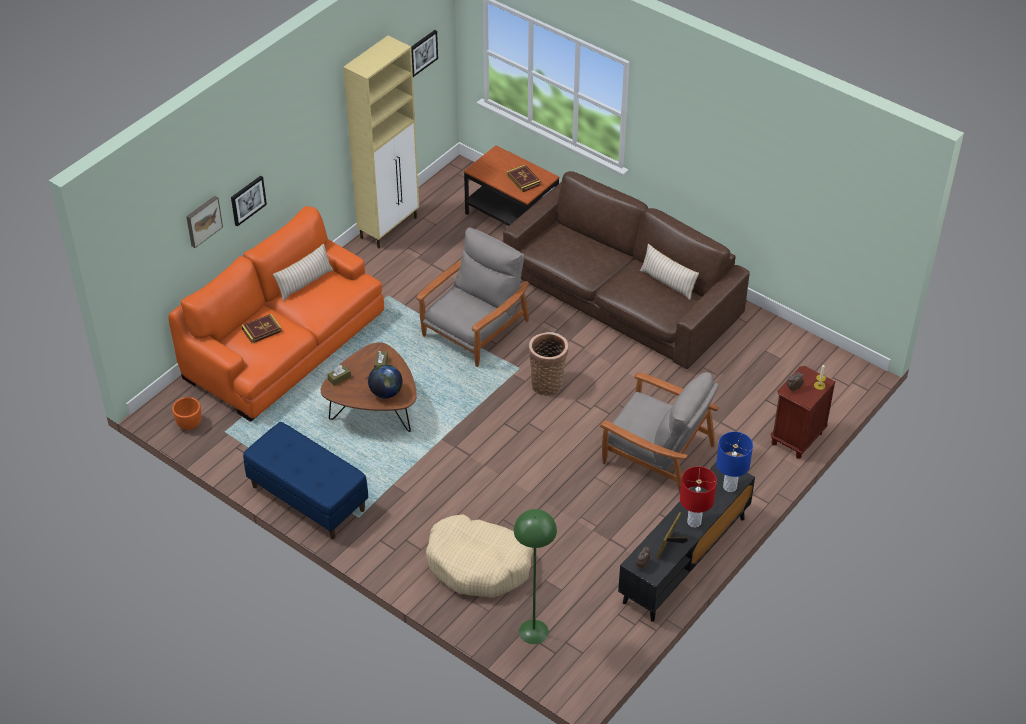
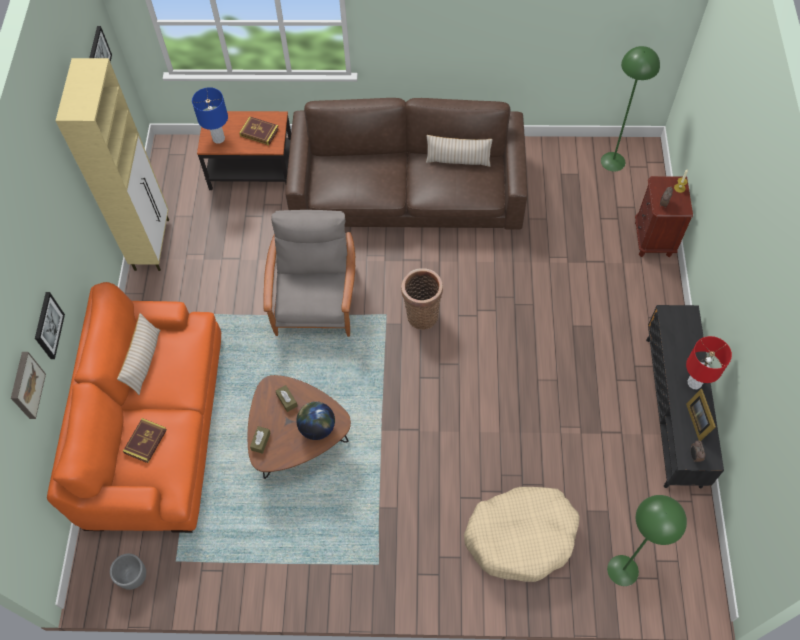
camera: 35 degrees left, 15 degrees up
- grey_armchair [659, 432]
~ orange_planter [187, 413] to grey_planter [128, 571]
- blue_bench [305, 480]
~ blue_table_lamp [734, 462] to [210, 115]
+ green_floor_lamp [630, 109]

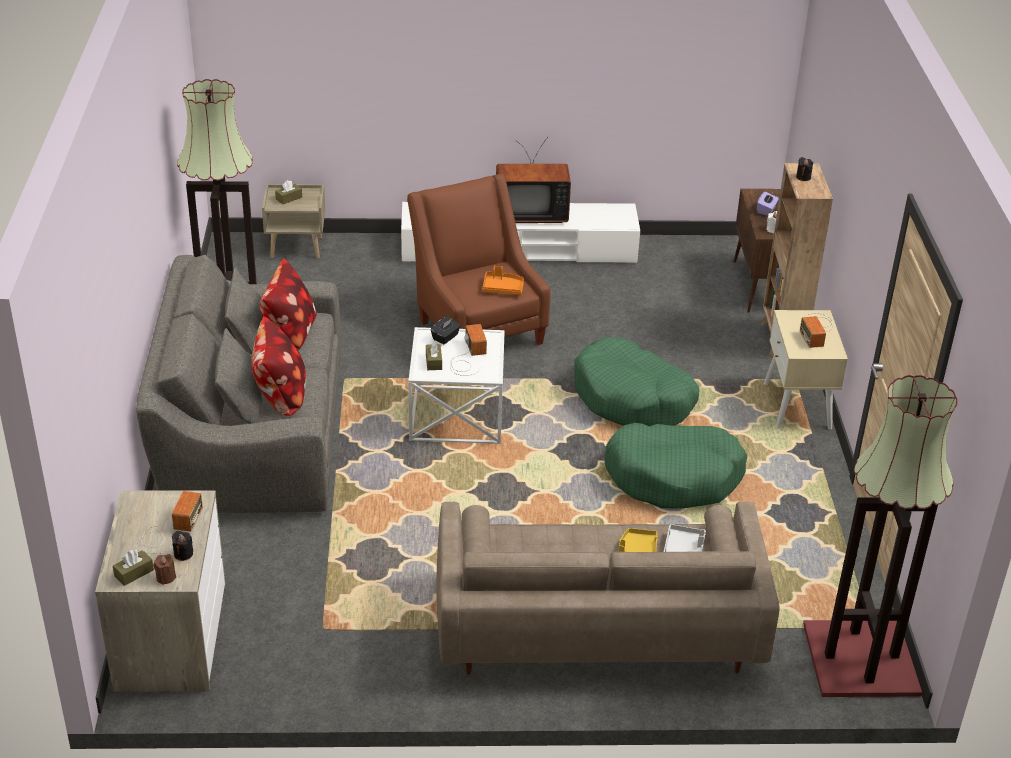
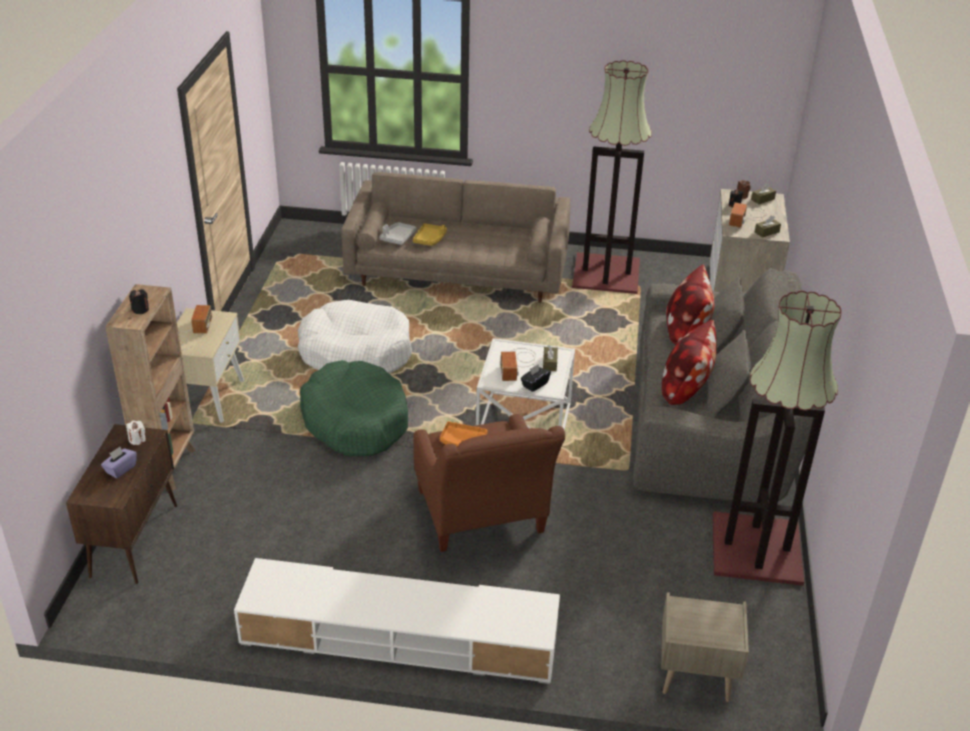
camera: 170 degrees left, 0 degrees up
- television [533, 180]
~ brown_tissue_box [288, 192] to [768, 227]
~ floor_lamp [880, 536] to [612, 177]
~ green_dog_bed [676, 465] to white_dog_bed [355, 337]

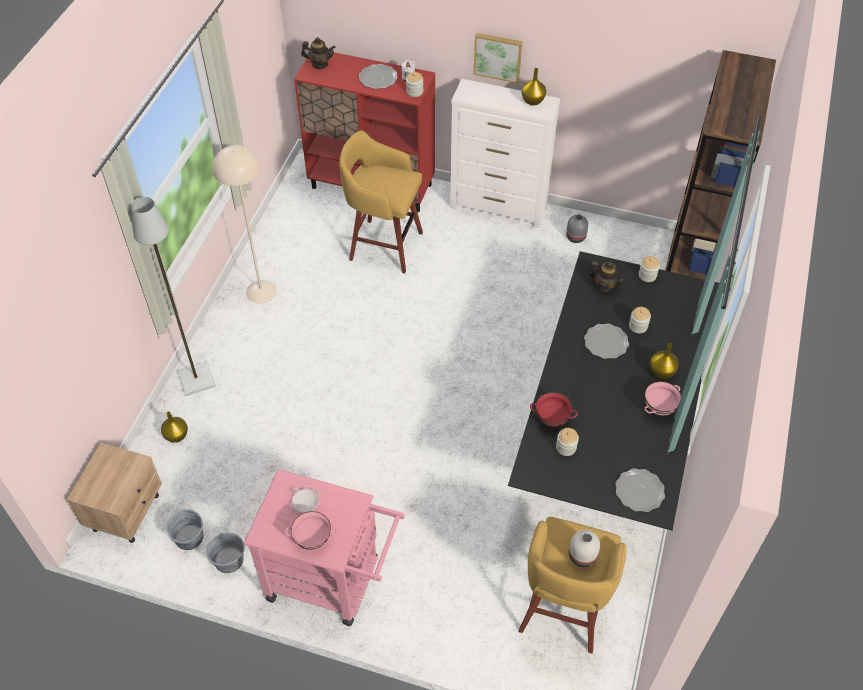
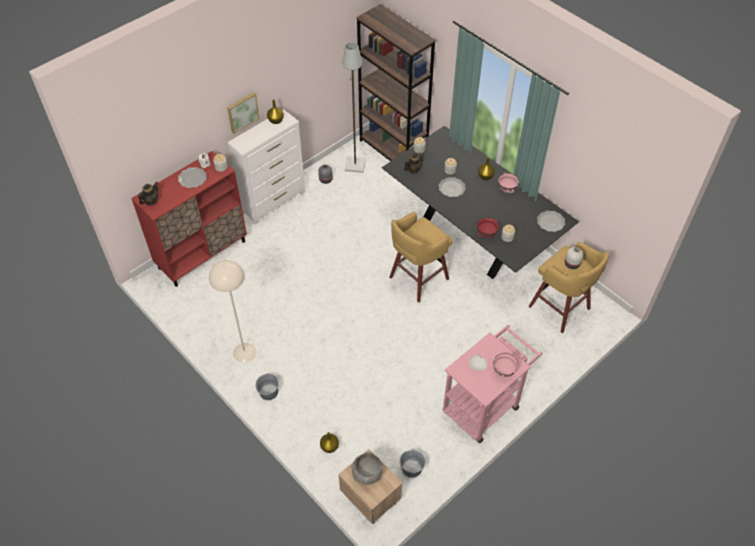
camera: 60 degrees left, 0 degrees up
~ yellow_stool [381, 202] to [420, 257]
~ grey_floor_lamp [173, 296] to [354, 107]
~ grey_bucket [225, 553] to [267, 387]
+ grey_bowl [367, 468]

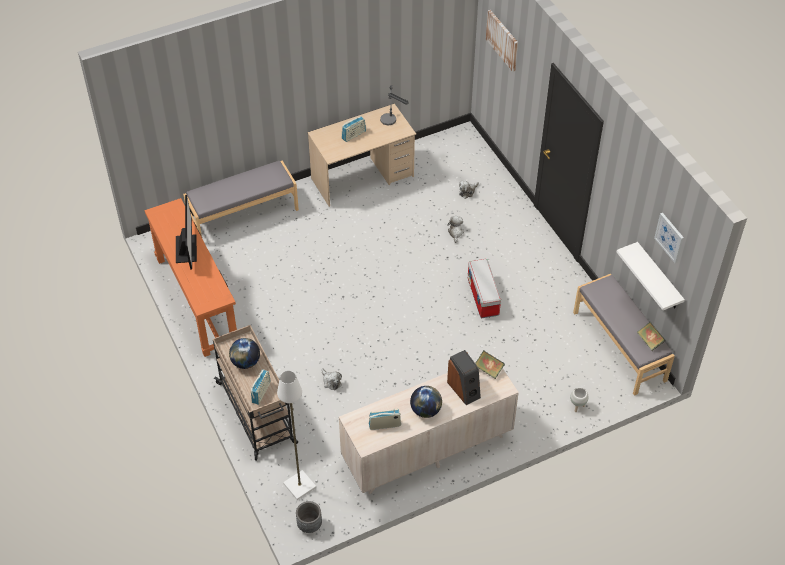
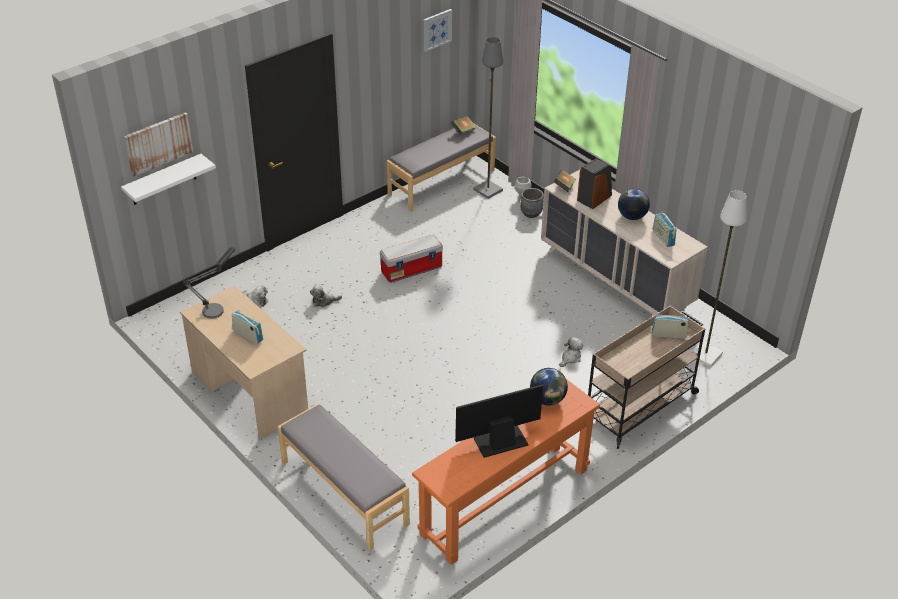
camera: 105 degrees left, 10 degrees down
~ white_shelf [651, 276] to [168, 179]
~ globe [244, 353] to [549, 387]
~ grey_planter [309, 517] to [532, 203]
+ grey_floor_lamp [488, 118]

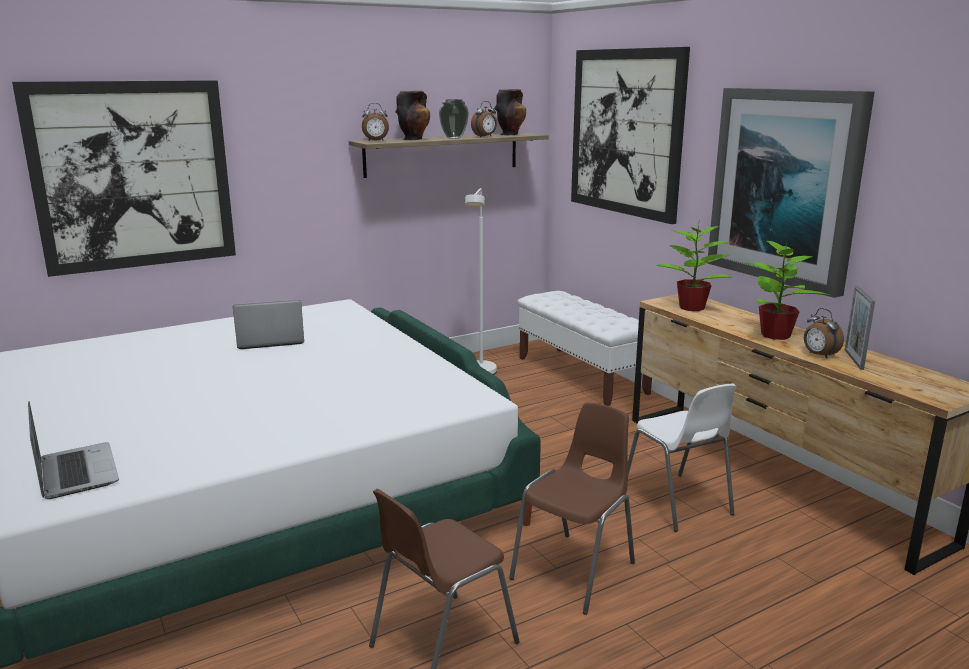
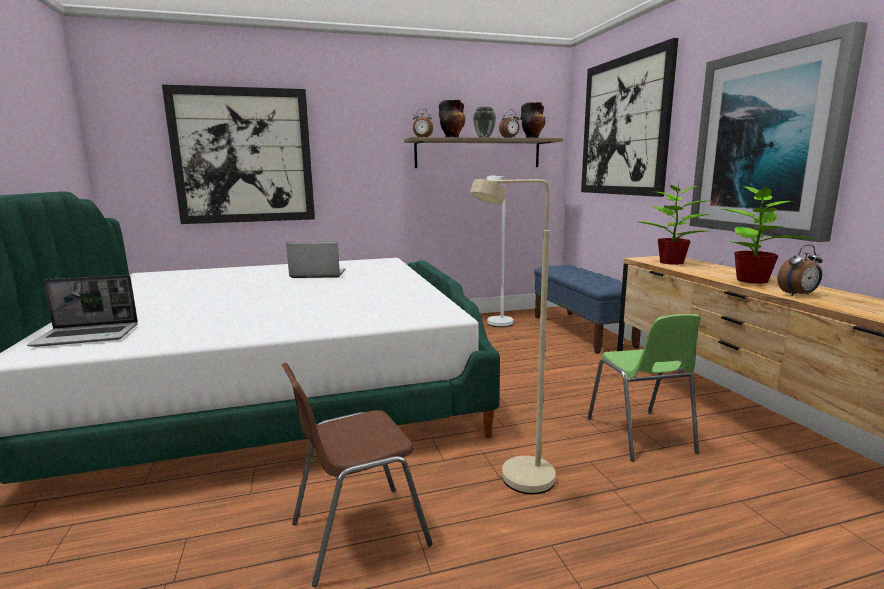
camera: 15 degrees right, 5 degrees down
- picture_frame [860, 328]
~ white_bench [584, 348] to blue_bench [587, 309]
~ alarm_clock [824, 333] = [800, 270] 90 degrees counterclockwise
~ white_chair [682, 458] to green_chair [644, 387]
~ laptop [73, 450] = [82, 311] 90 degrees clockwise
~ brown_chair [572, 508] to beige_floor_lamp [512, 336]

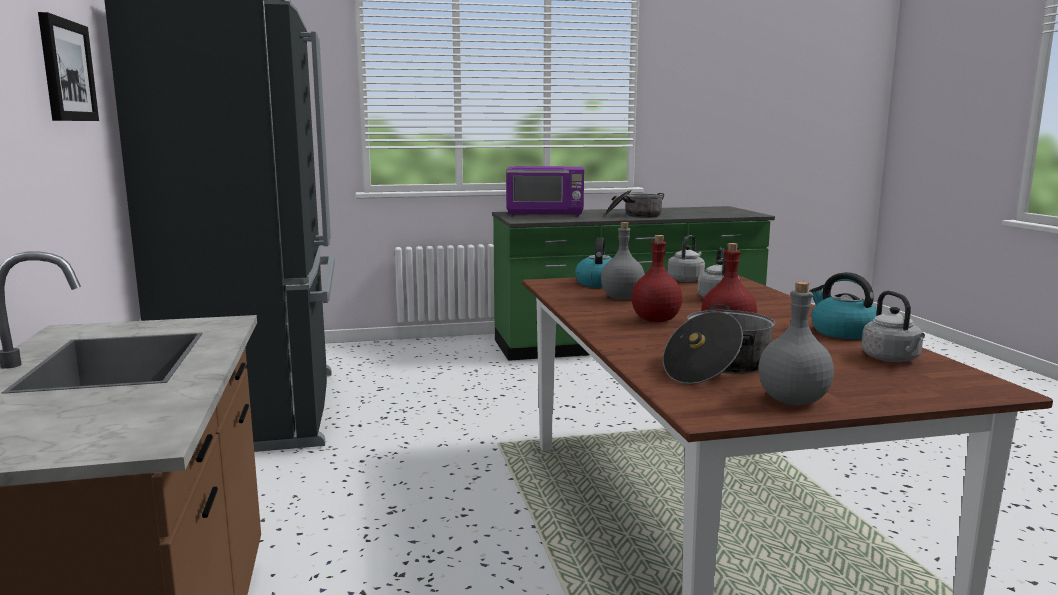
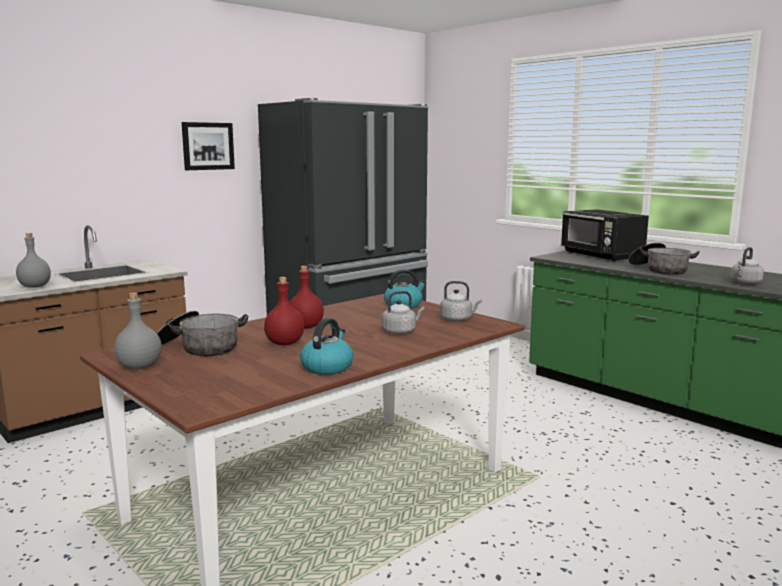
camera: 60 degrees right, 0 degrees up
~ purple_microwave [545, 191] to black_microwave [605, 235]
~ grey_bottle [623, 261] to [33, 260]
~ grey_kettle [893, 326] to [747, 265]

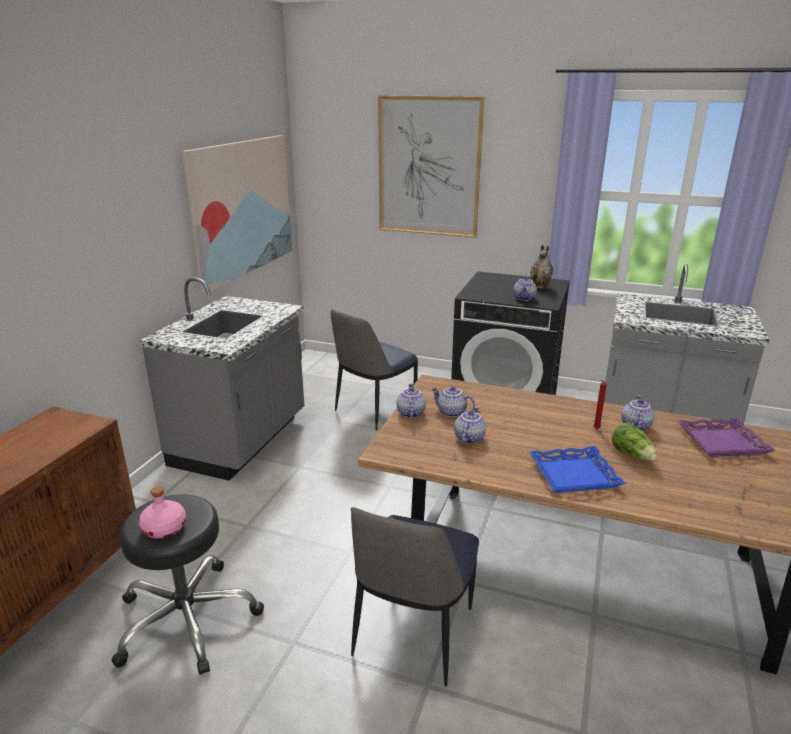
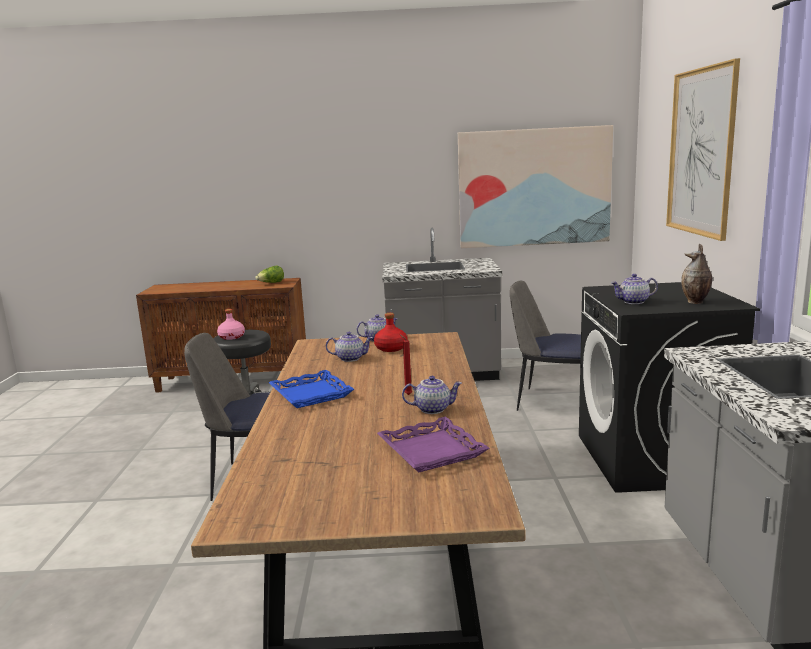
camera: 70 degrees right, 10 degrees down
~ teapot [453, 401] to red_bottle [391, 332]
~ lettuce [634, 442] to [269, 274]

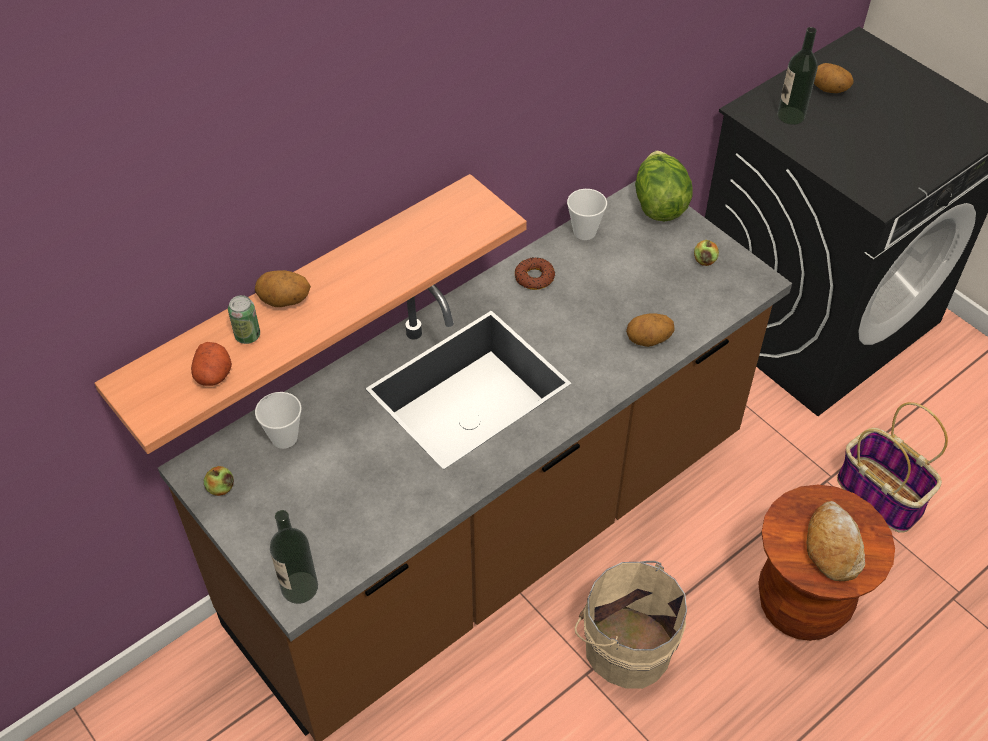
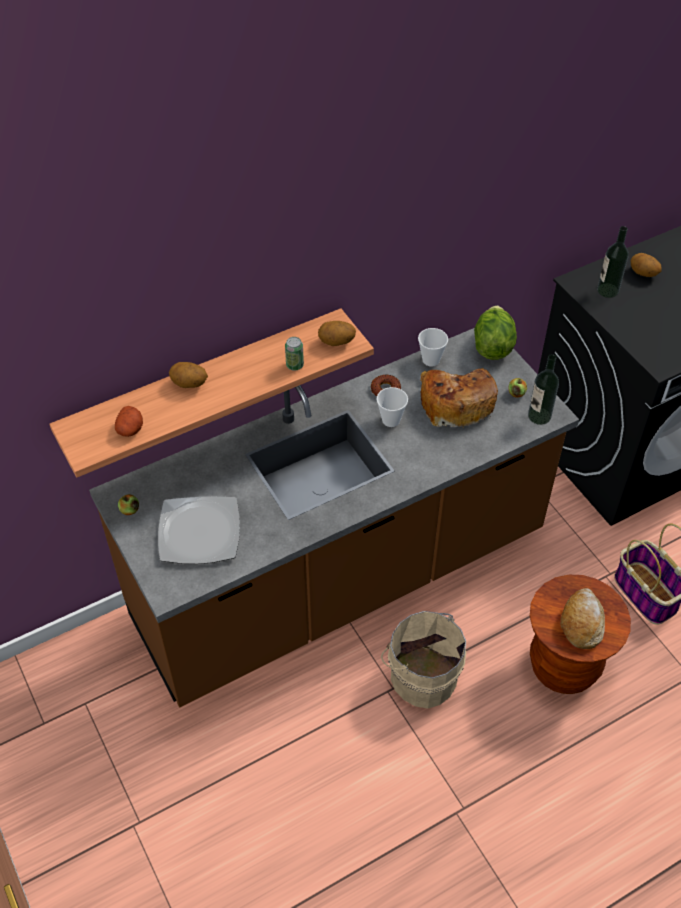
camera: 10 degrees right, 0 degrees up
~ can [244, 319] to [294, 354]
~ potato [650, 330] to [337, 333]
~ cup [278, 420] to [392, 407]
~ bottle [294, 557] to [543, 389]
+ bread [459, 397]
+ plate [199, 530]

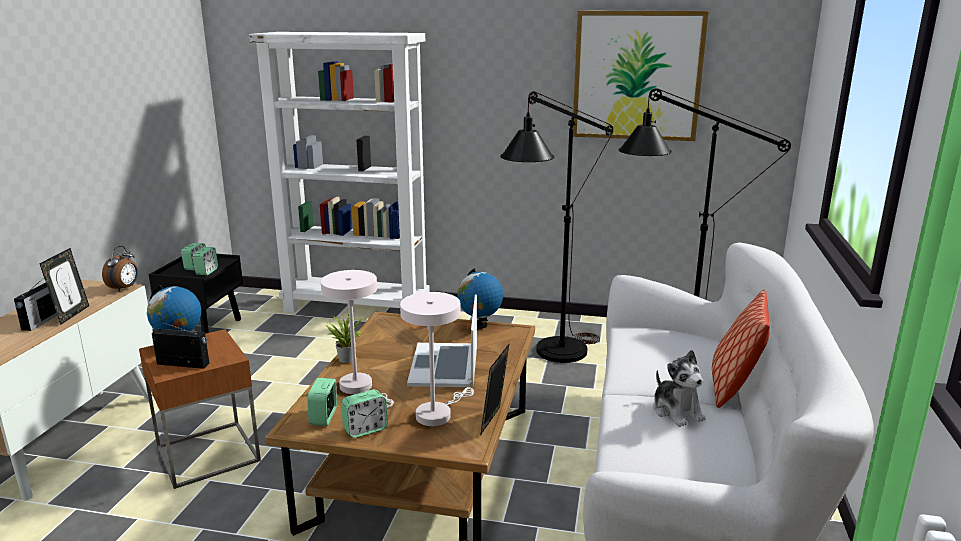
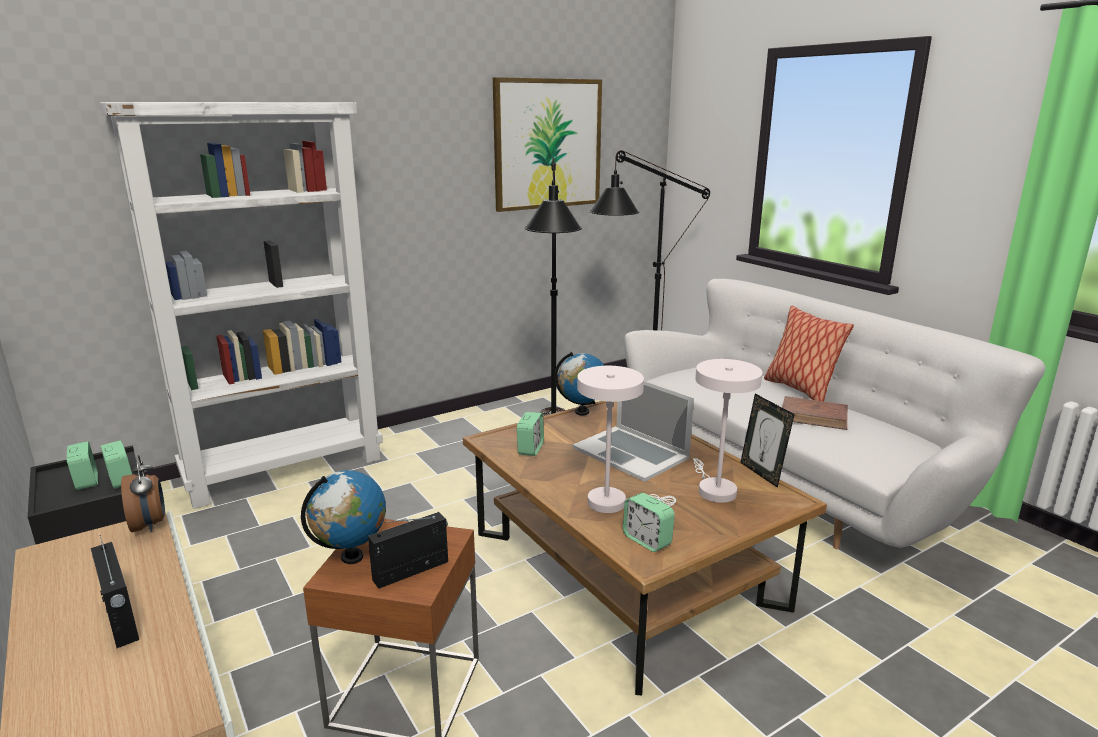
camera: 45 degrees left, 0 degrees up
- picture_frame [64, 286]
- potted_plant [346, 339]
~ plush_toy [679, 388] to brown_book [815, 413]
~ alarm_clock [364, 413] to [530, 434]

